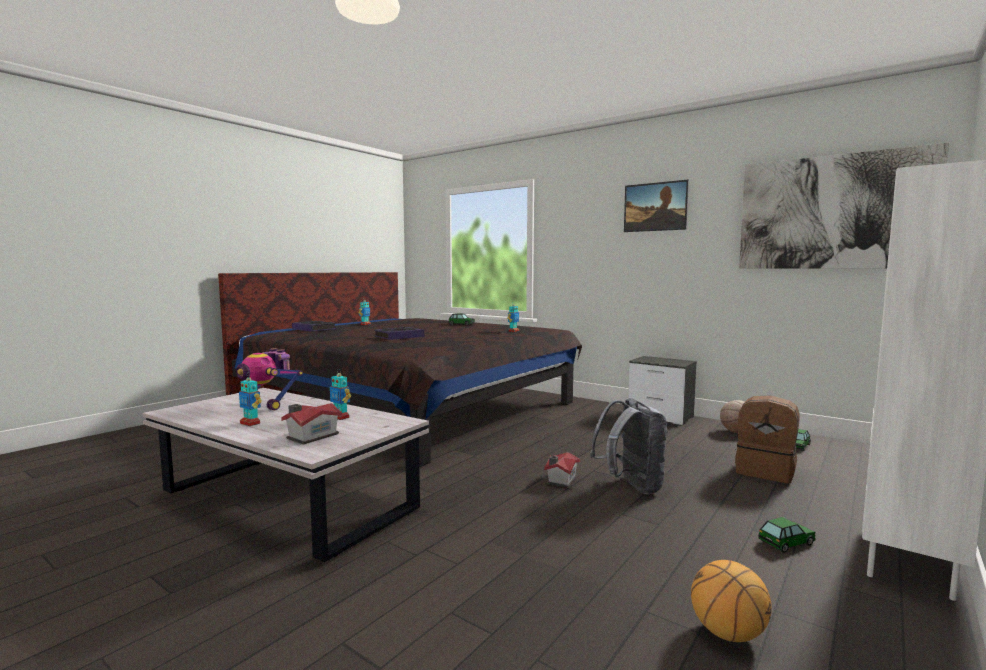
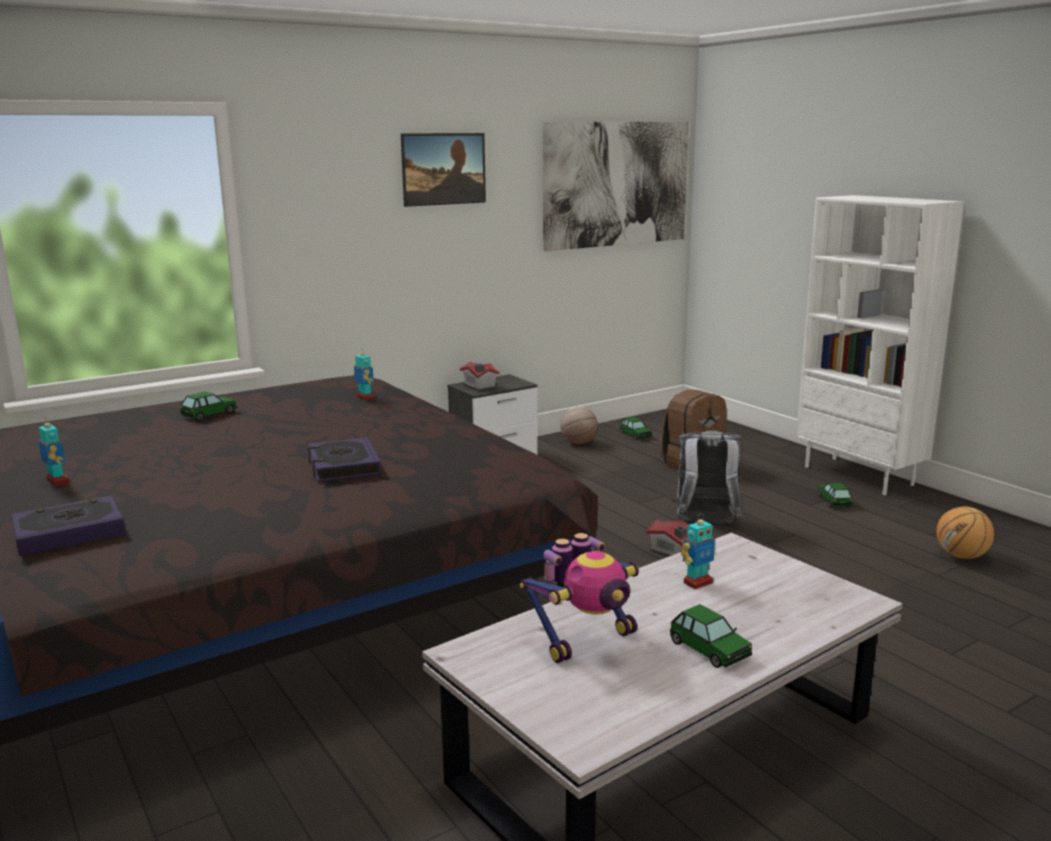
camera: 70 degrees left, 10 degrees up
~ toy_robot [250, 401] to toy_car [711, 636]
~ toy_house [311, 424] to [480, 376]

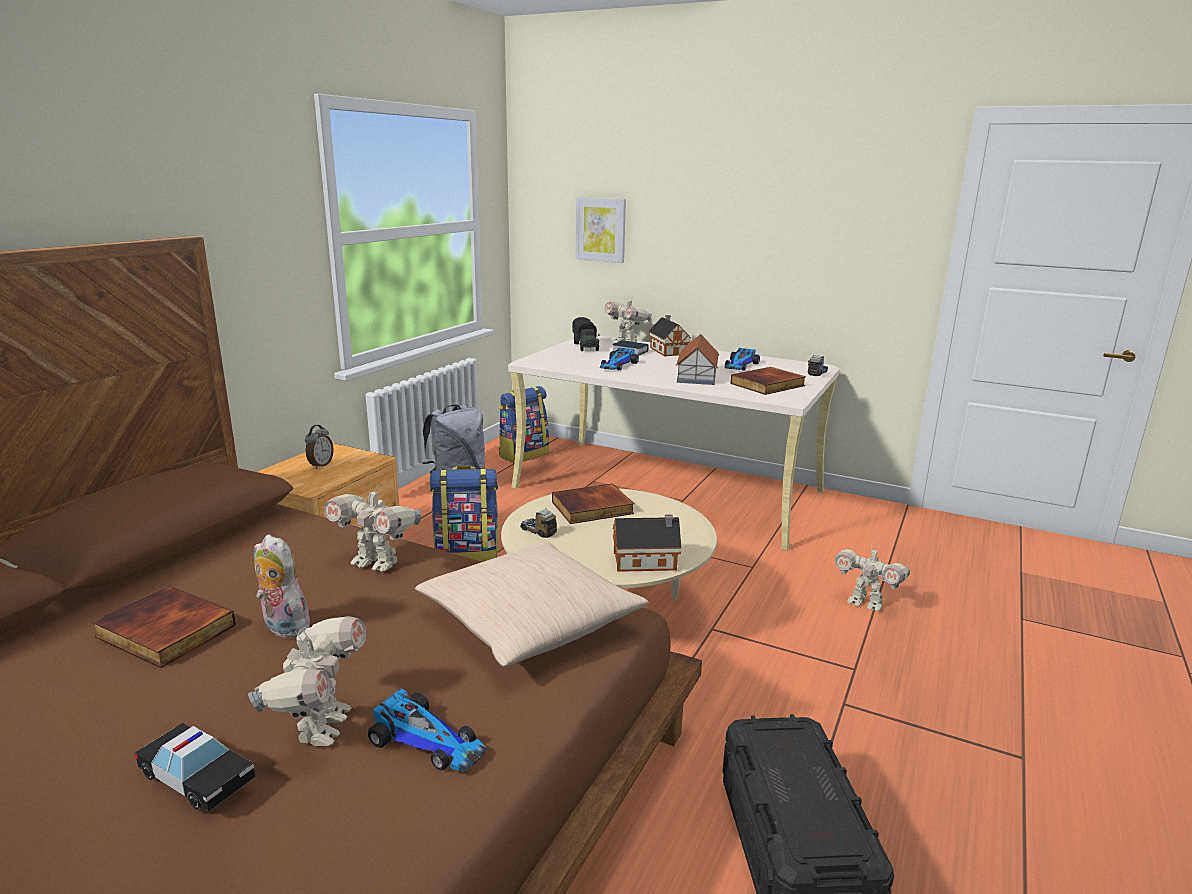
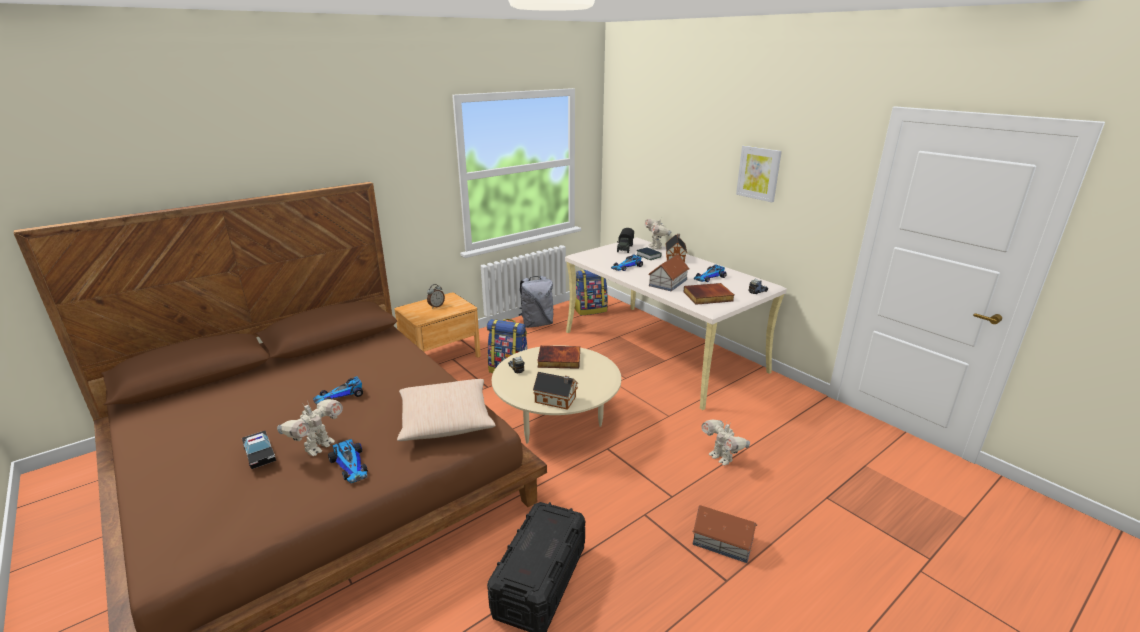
camera: 25 degrees right, 5 degrees up
~ picture [601, 230] to [759, 173]
- toy_robot [372, 528]
~ plush_toy [282, 586] to toy_car [338, 390]
- book [164, 626]
+ toy_house [724, 534]

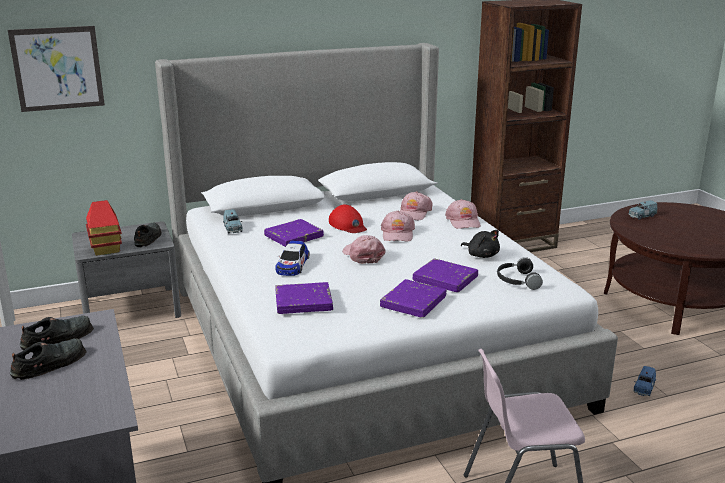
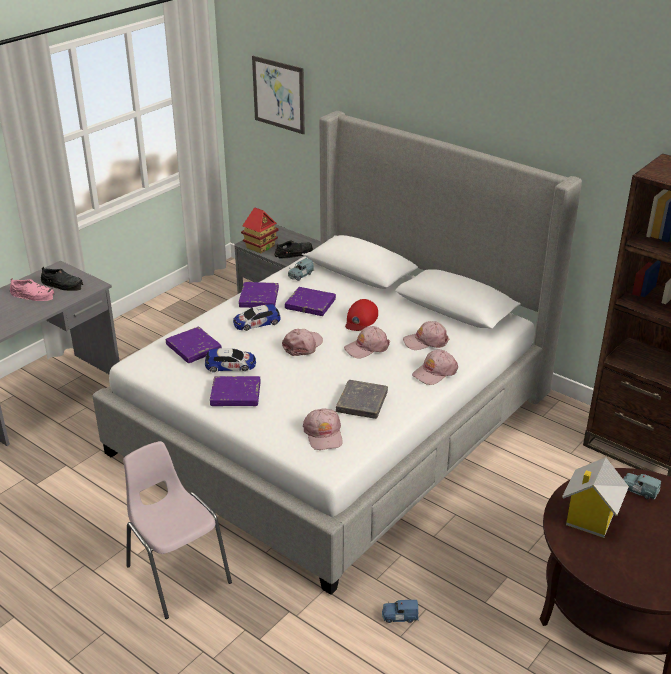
camera: 60 degrees right, 10 degrees up
~ black_plush_toy [480, 244] to grey_book [362, 399]
~ black_headphones [520, 273] to pink_cap [323, 429]
~ purple_book [445, 275] to [259, 295]
~ black_shoe [48, 359] to pink_shoe [32, 289]
+ toy_car [230, 360]
+ toy_house [595, 497]

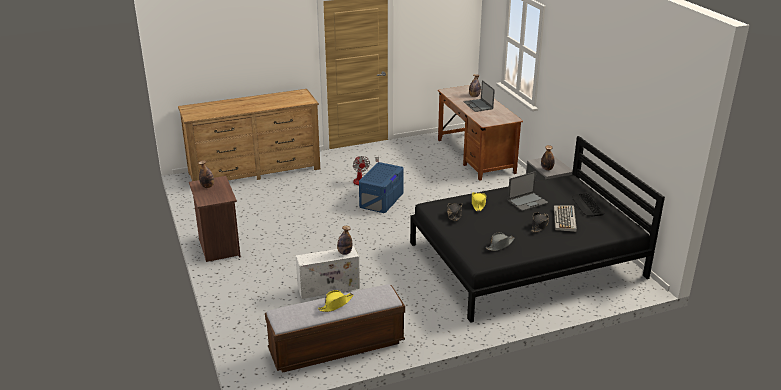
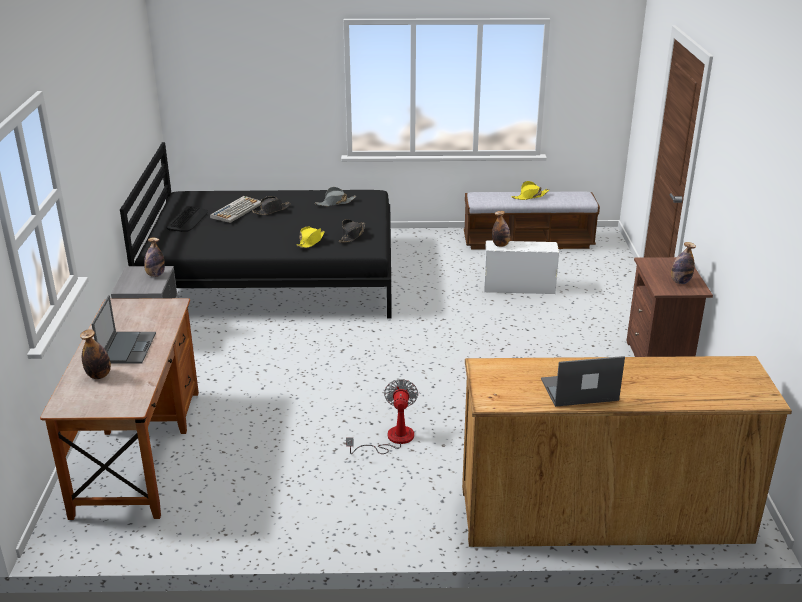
camera: 160 degrees left, 0 degrees up
- blue_storage_box [381, 187]
~ laptop [528, 191] to [583, 381]

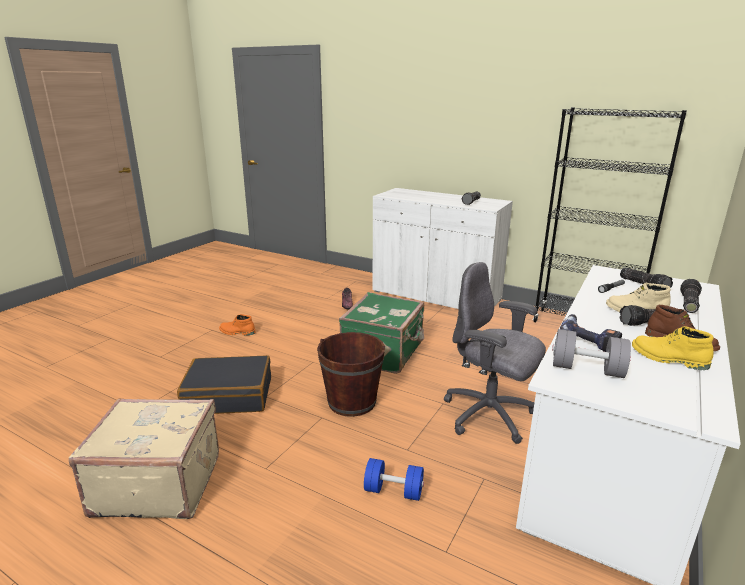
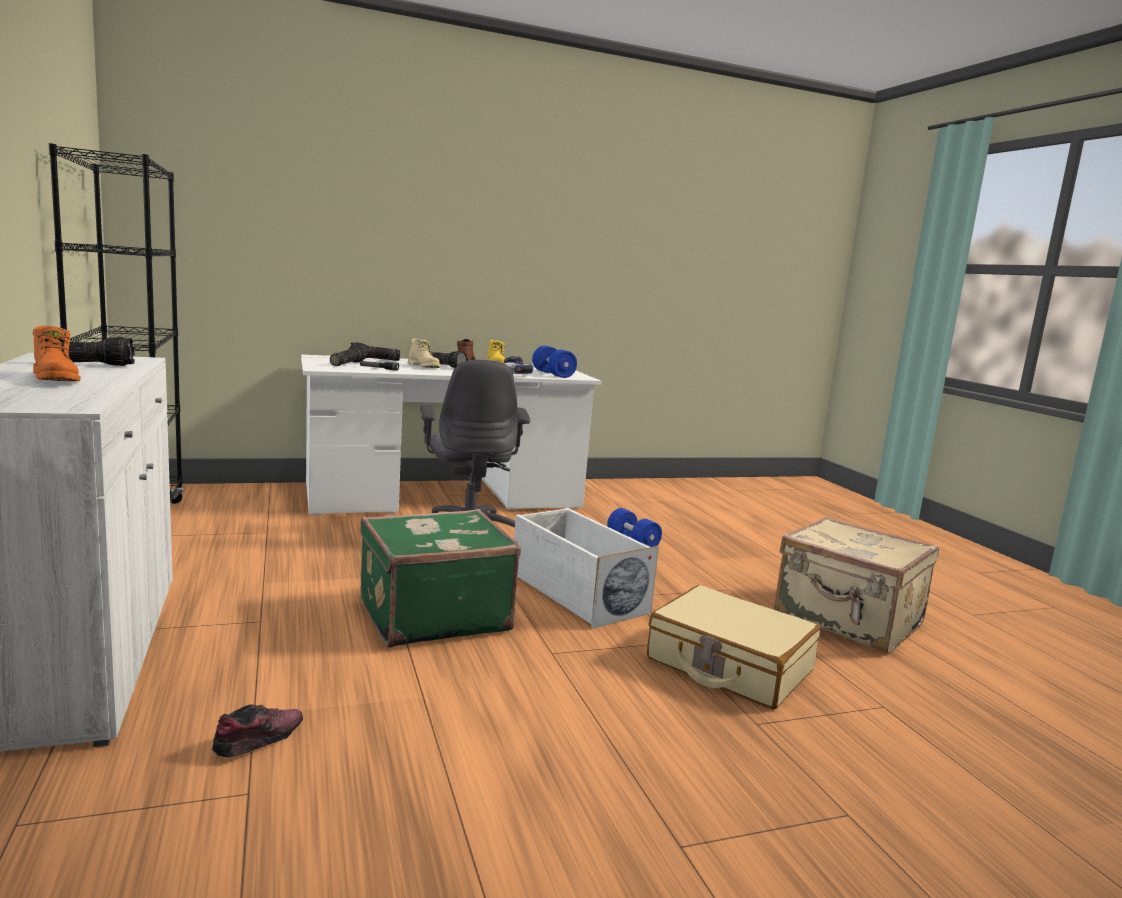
camera: 140 degrees left, 10 degrees down
~ orange_boot [237, 325] to [57, 353]
~ grey_dumbbell [591, 353] to blue_dumbbell [554, 362]
~ brown_bucket [351, 374] to white_storage_box [586, 568]
~ black_suitcase [224, 384] to beige_suitcase [733, 647]

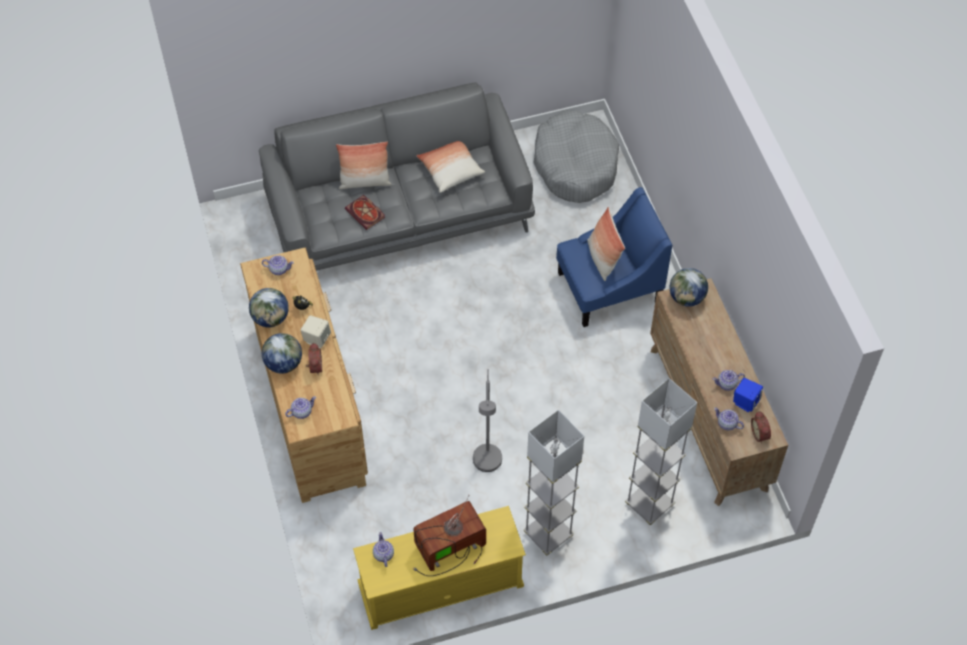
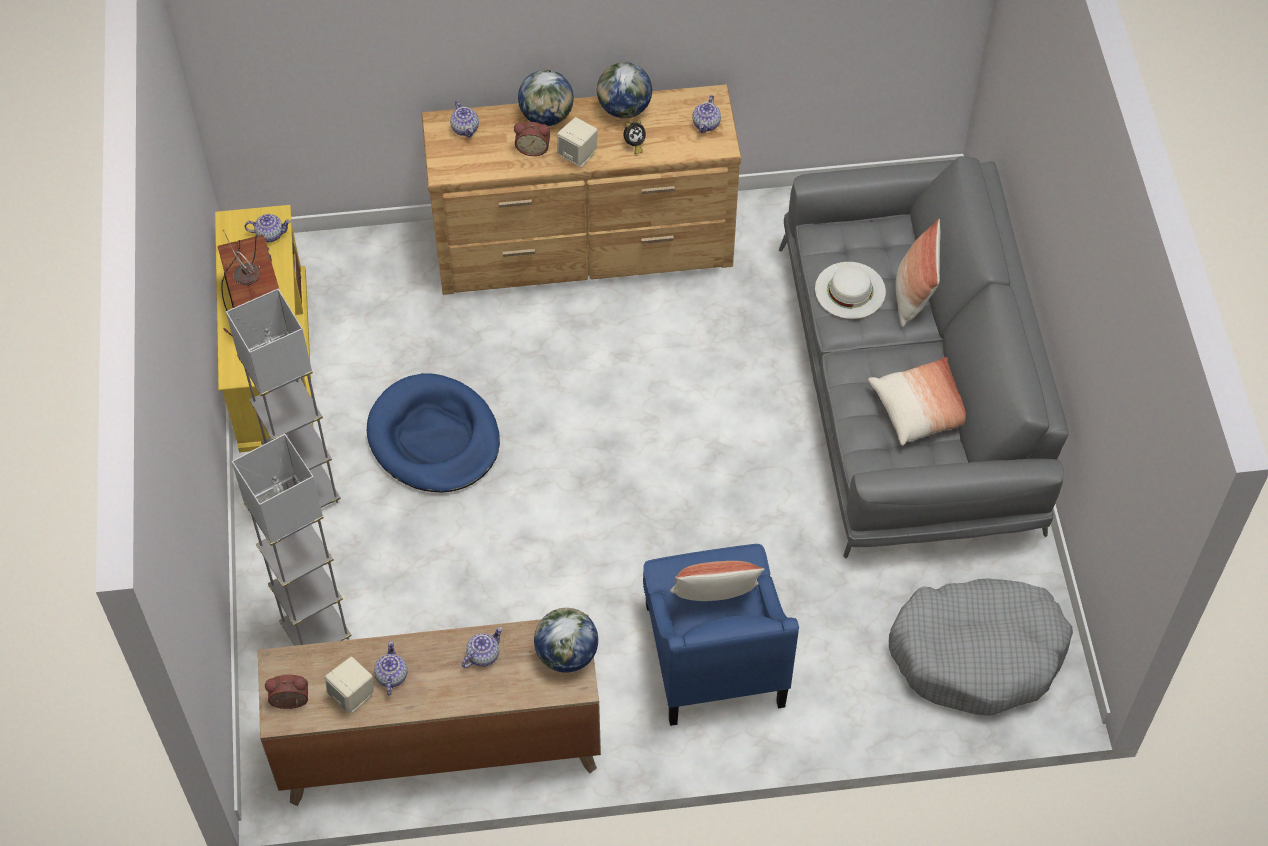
camera: 100 degrees right, 0 degrees up
~ book [365, 212] to white_hat [850, 290]
~ grey_floor_lamp [487, 420] to blue_dog_bed [433, 433]
~ blue_speaker [748, 395] to beige_speaker [349, 685]
~ teapot [729, 418] to [482, 647]

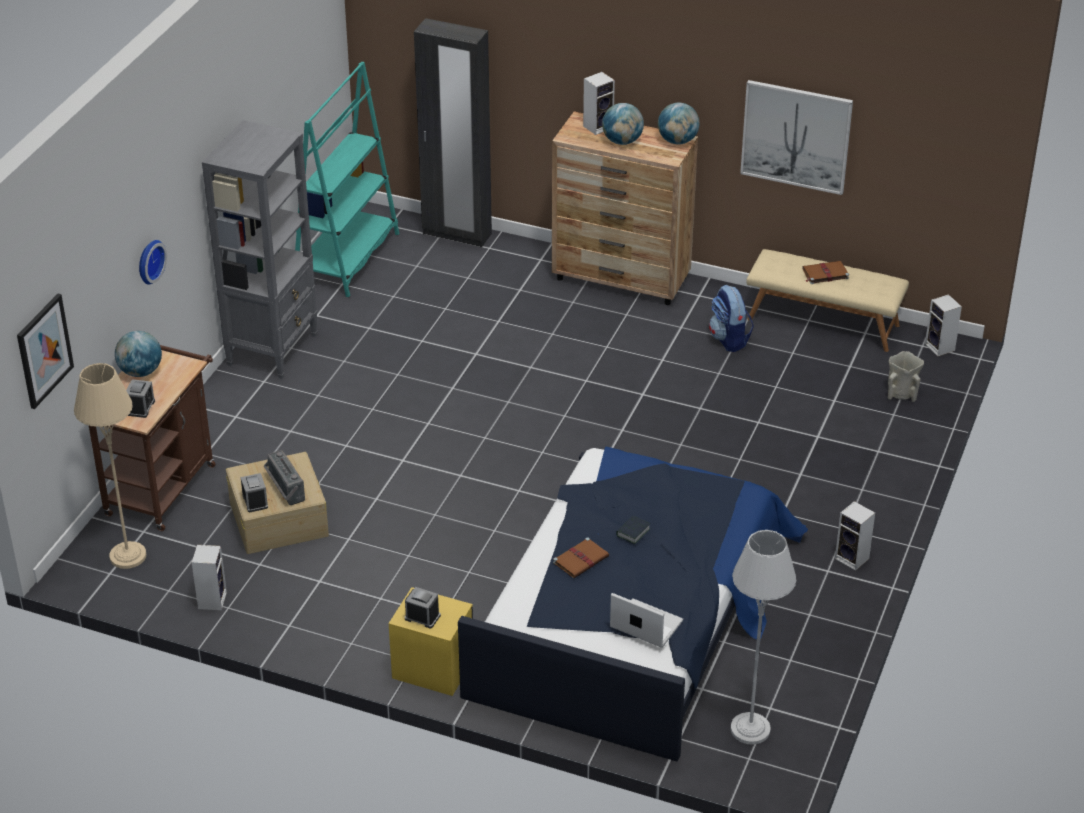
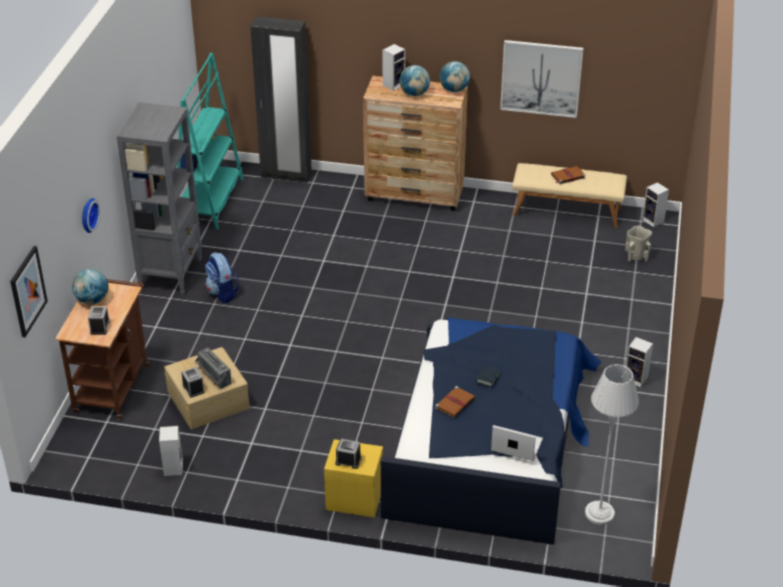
camera: 10 degrees left, 0 degrees up
~ backpack [731, 318] to [222, 277]
- beige_floor_lamp [110, 466]

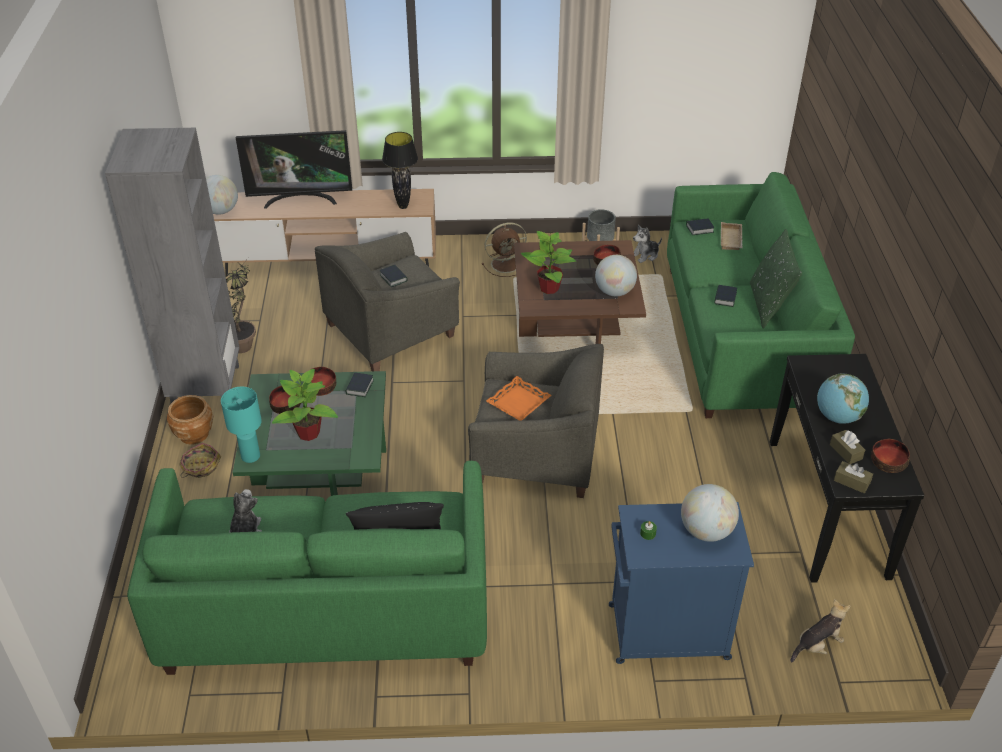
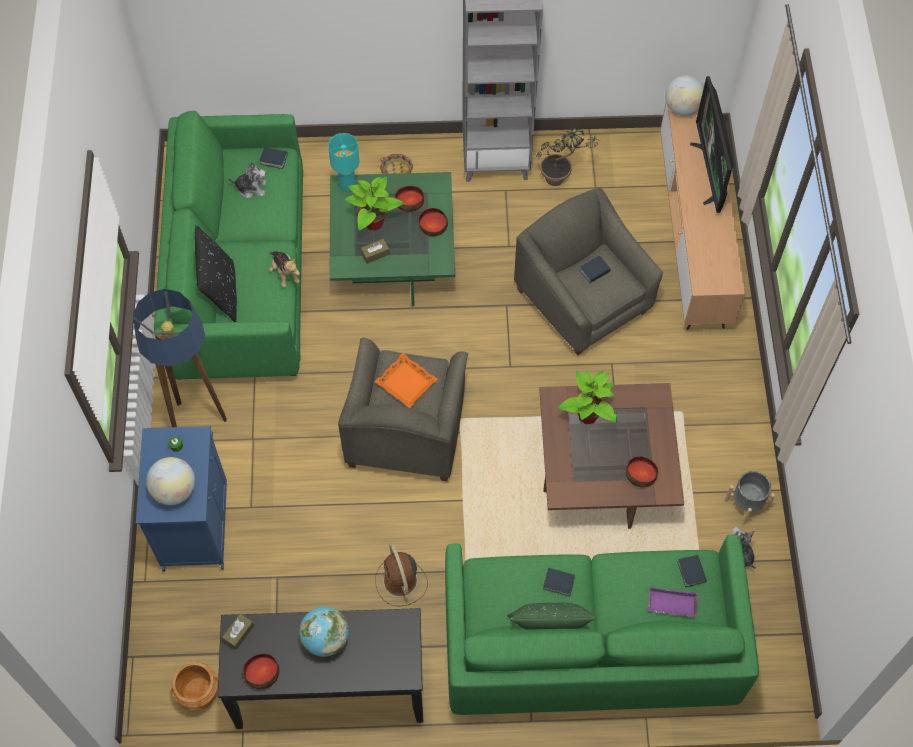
camera: 90 degrees right, 20 degrees up
- black_table_lamp [400, 170]
~ brown_fan [504, 249] to [401, 575]
~ beige_tray [732, 236] to purple_tray [673, 602]
- globe [616, 275]
~ book [359, 384] to [273, 158]
~ brown_planter [190, 420] to [194, 686]
~ brown_tissue_box [847, 447] to [375, 251]
~ plush_toy [820, 630] to [284, 269]
+ floor_lamp [180, 358]

